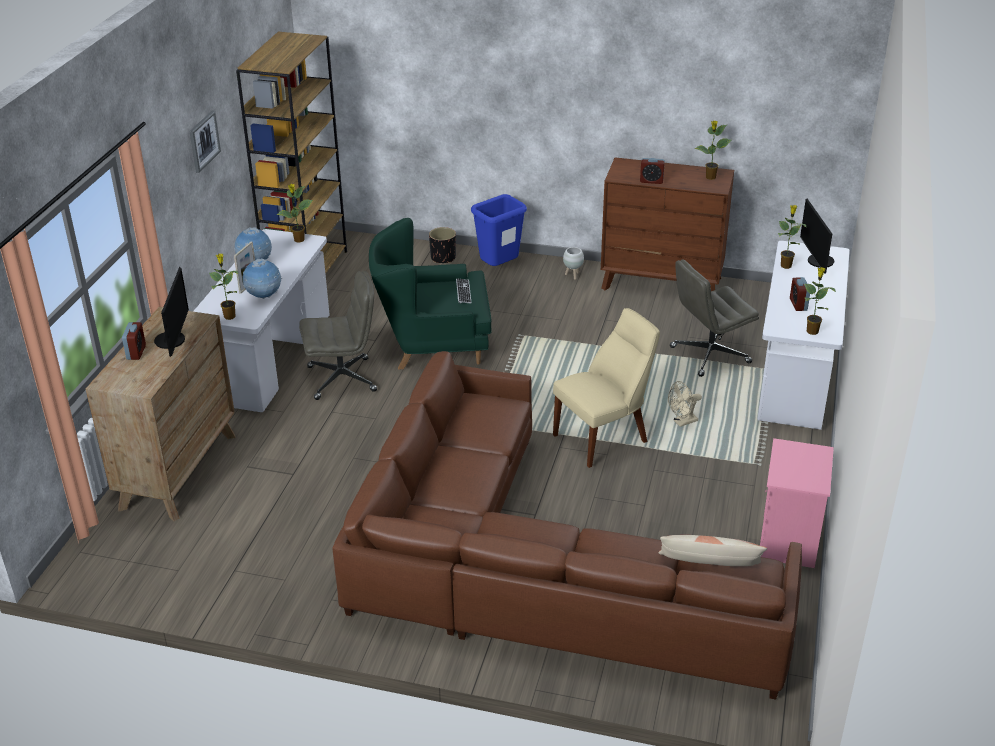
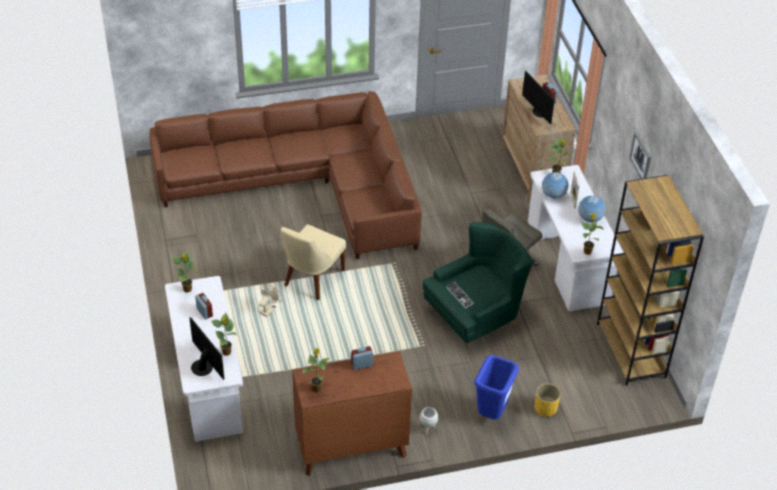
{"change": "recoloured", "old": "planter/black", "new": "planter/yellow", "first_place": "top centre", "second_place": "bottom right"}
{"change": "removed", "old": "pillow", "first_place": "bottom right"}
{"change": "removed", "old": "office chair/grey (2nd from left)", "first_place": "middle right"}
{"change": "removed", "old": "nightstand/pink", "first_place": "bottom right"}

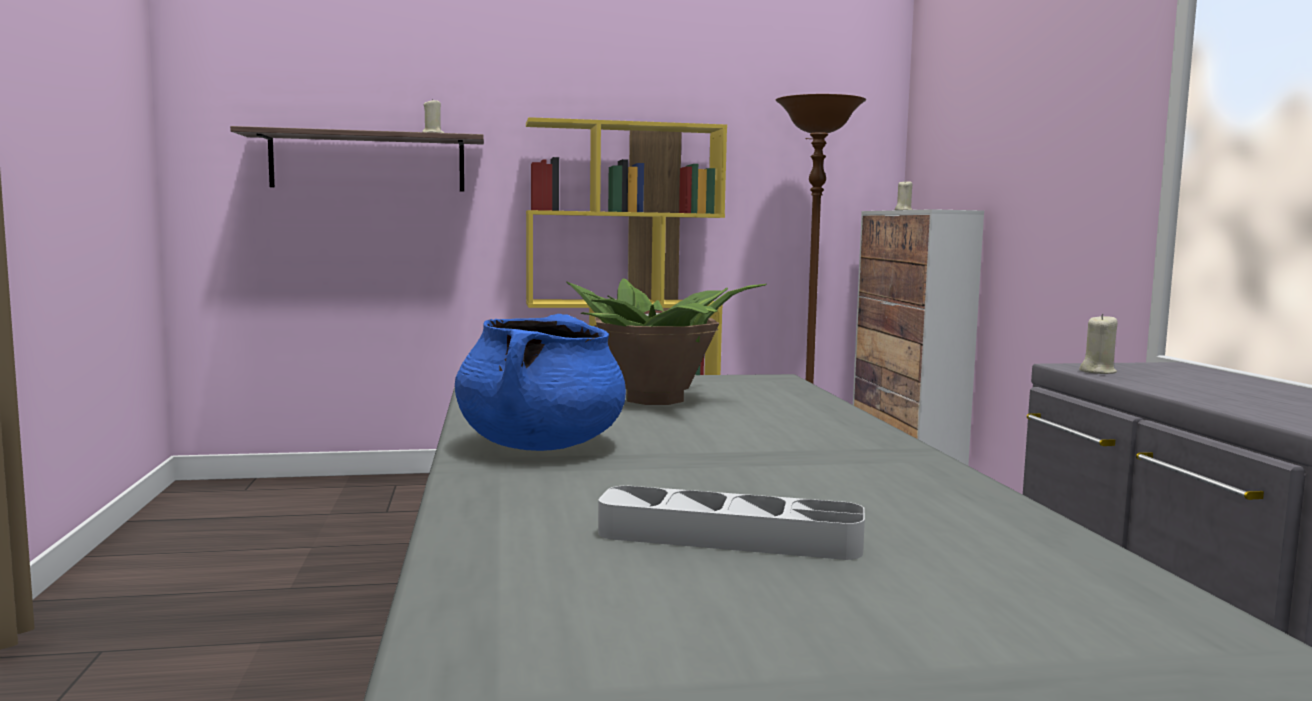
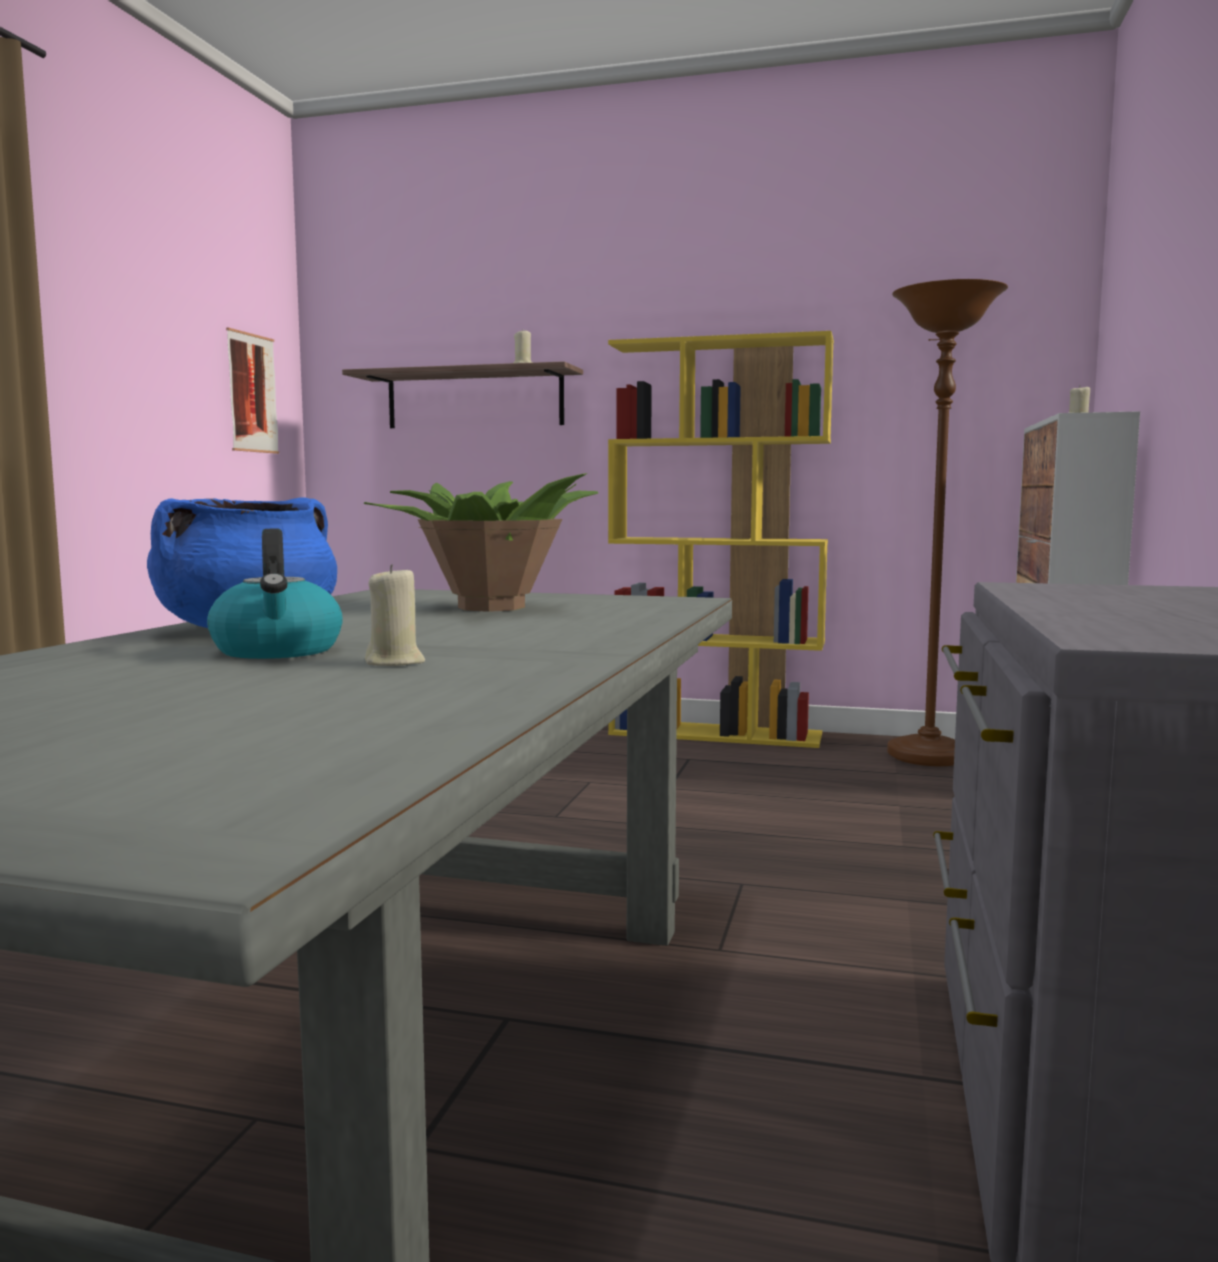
{"change": "removed", "old": "tray/grey", "first_place": "bottom centre"}
{"change": "moved", "old": "candle/beige (3rd from left in the first image)", "new": "candle/beige (1st from left)", "first_place": "middle right", "second_place": "middle left"}
{"change": "added", "new": "kettle", "second_place": "middle left"}
{"change": "added", "new": "picture", "second_place": "top left"}

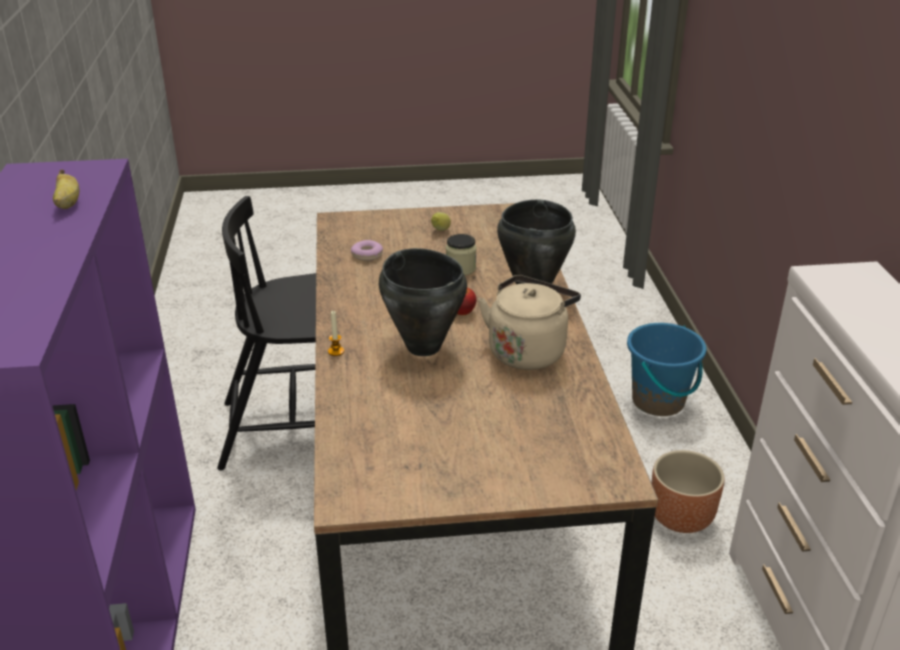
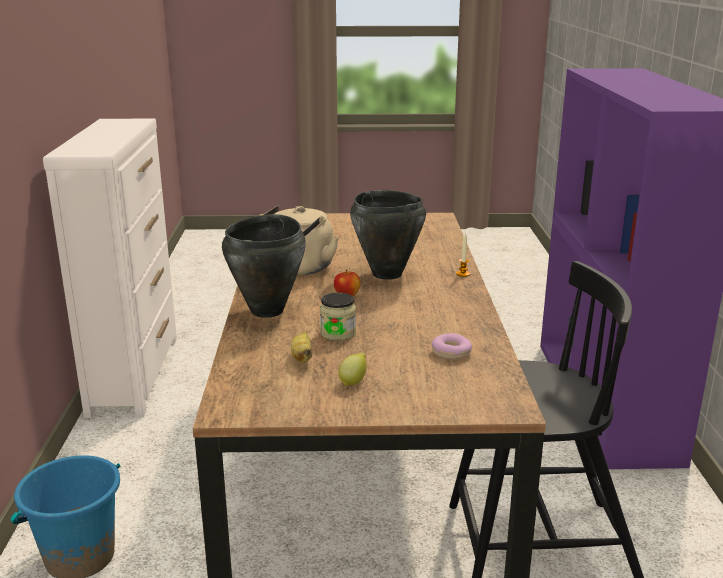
{"change": "moved", "old": "banana", "first_place": "top left", "second_place": "centre"}
{"change": "removed", "old": "planter/brown", "first_place": "bottom right"}

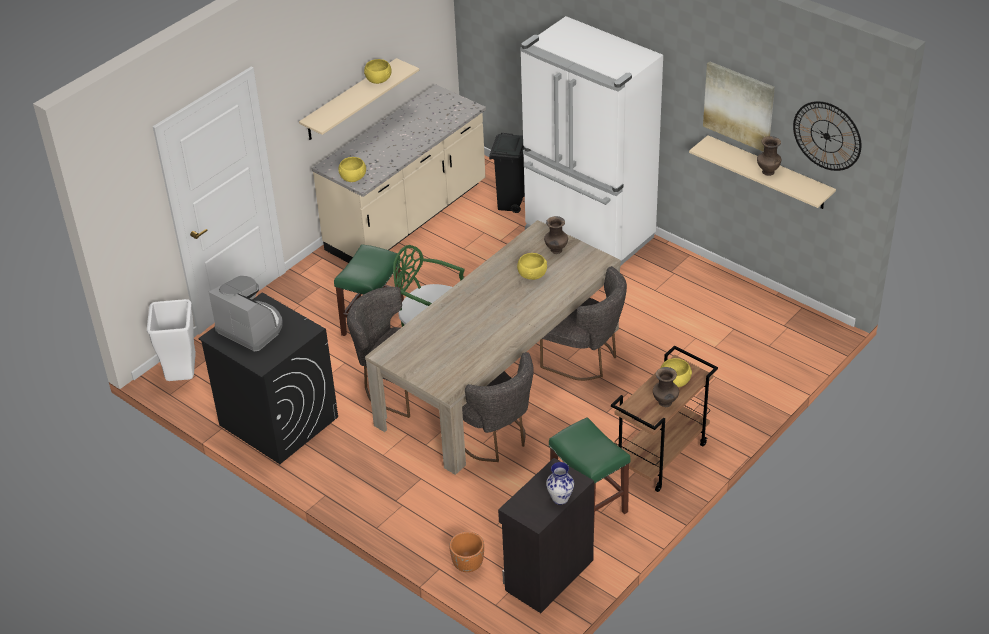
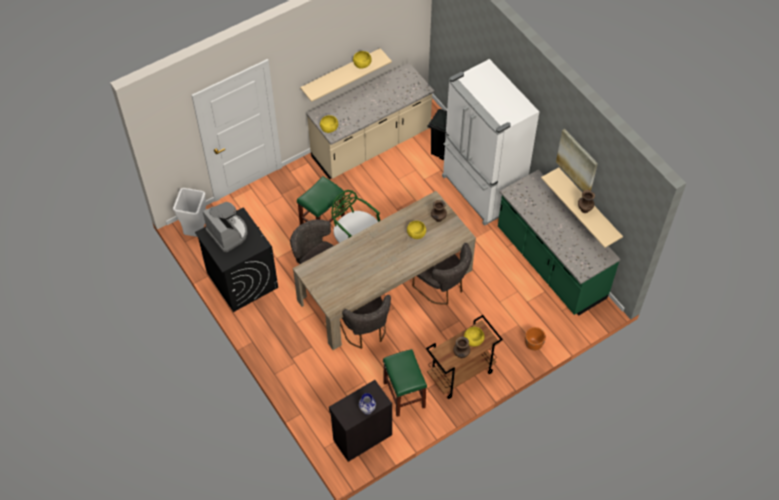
{"change": "moved", "old": "planter/orange", "first_place": "bottom centre", "second_place": "bottom right"}
{"change": "removed", "old": "wall clock", "first_place": "top right"}
{"change": "added", "new": "counter/green", "second_place": "middle right"}

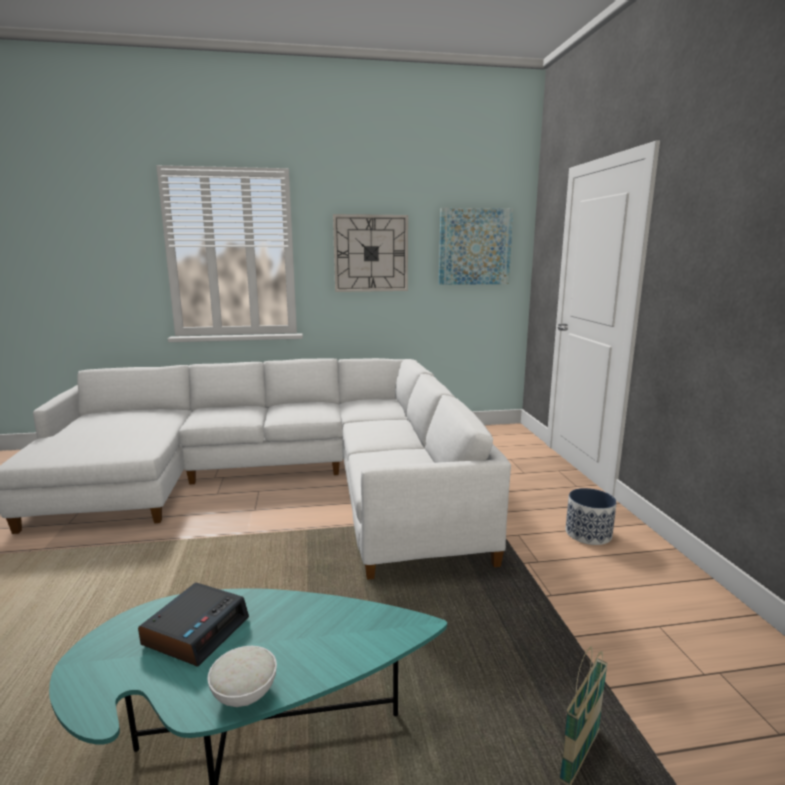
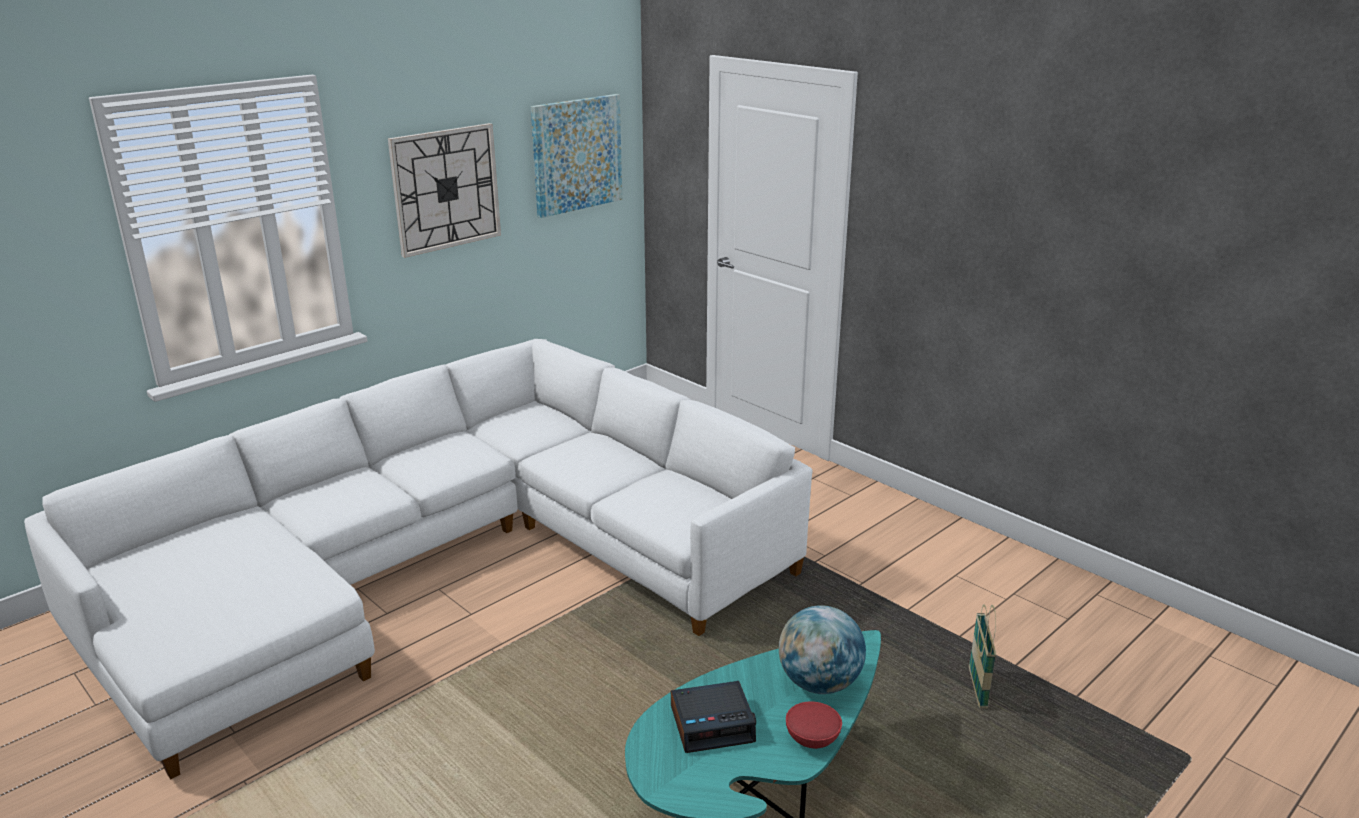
{"change": "turned", "old": "alarm clock", "first_place": "bottom left", "second_place": "bottom centre", "degrees": 90}
{"change": "recoloured", "old": "bowl/white", "new": "bowl/red", "first_place": "bottom left", "second_place": "bottom centre"}
{"change": "removed", "old": "planter", "first_place": "middle right"}
{"change": "added", "new": "globe", "second_place": "bottom centre"}

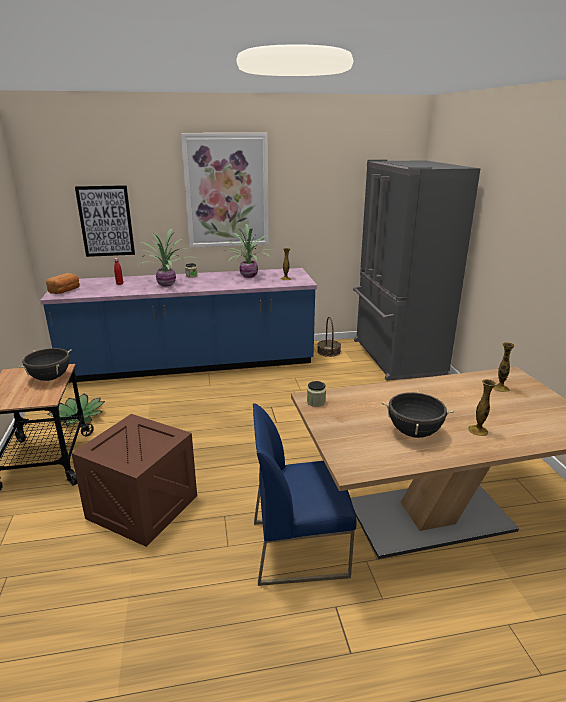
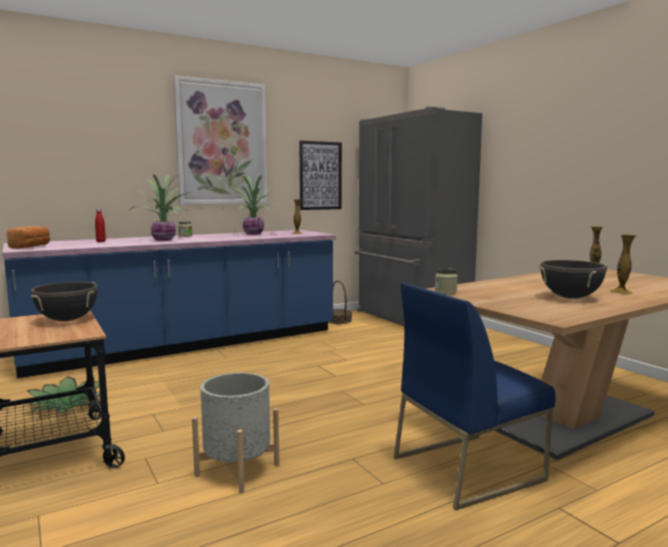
{"change": "replaced", "old": "crate", "new": "planter/grey", "first_place": "bottom left", "second_place": "bottom centre"}
{"change": "moved", "old": "picture (1st from left in the first image)", "new": "picture (2nd from left)", "first_place": "top left", "second_place": "top centre"}

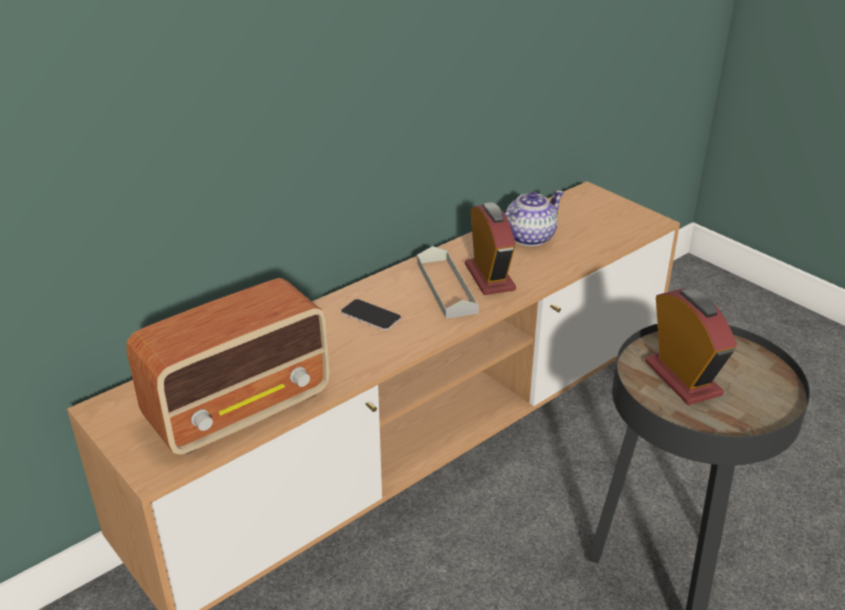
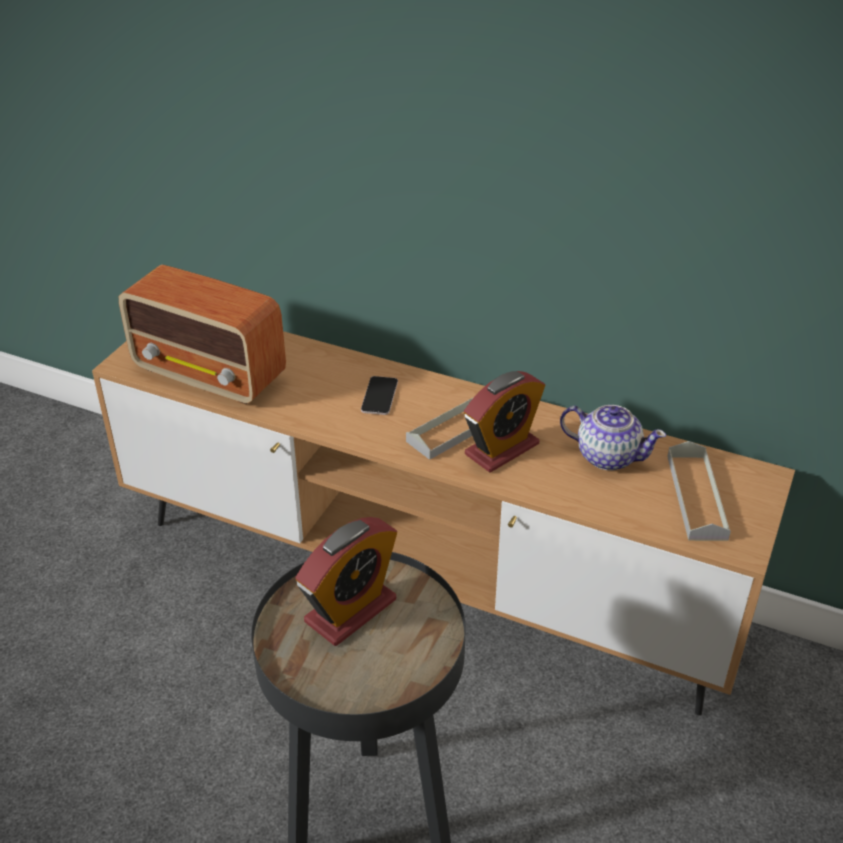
{"change": "added", "new": "tray/grey (2nd from left)", "second_place": "middle right"}

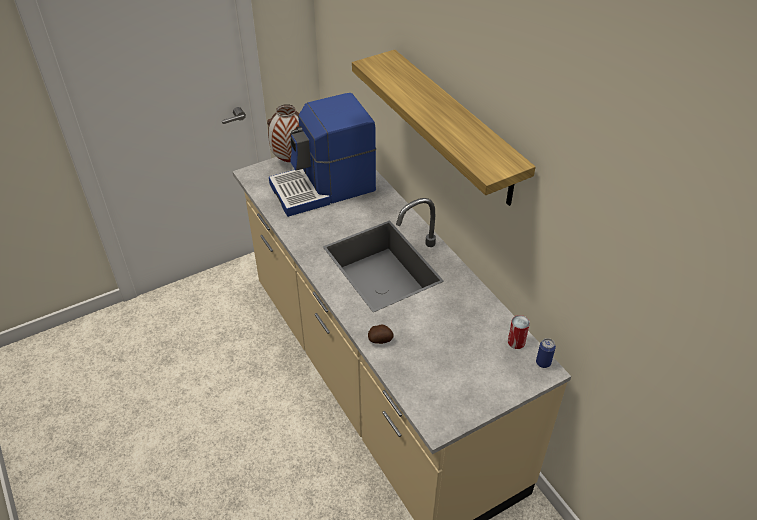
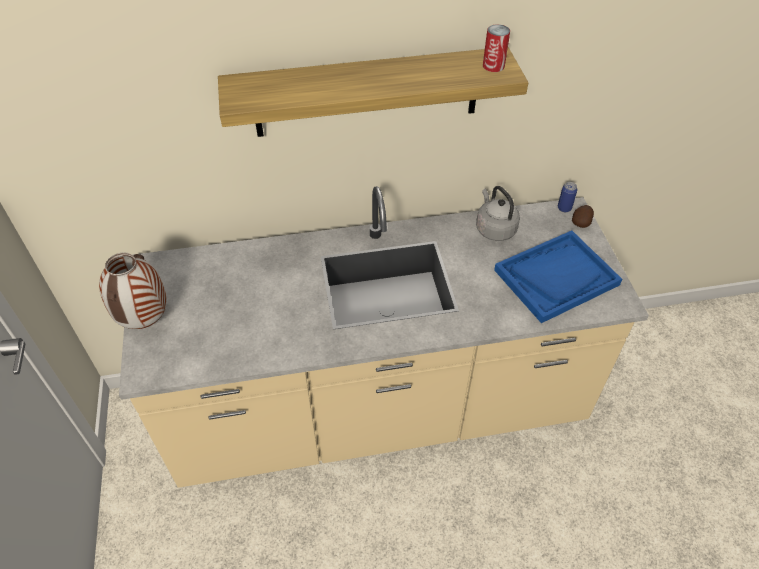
{"change": "removed", "old": "coffee machine", "first_place": "top centre"}
{"change": "moved", "old": "potato", "first_place": "centre", "second_place": "middle right"}
{"change": "moved", "old": "can (1st from left)", "first_place": "middle right", "second_place": "top centre"}
{"change": "added", "new": "kettle/grey", "second_place": "centre"}
{"change": "added", "new": "tray/blue", "second_place": "middle right"}

